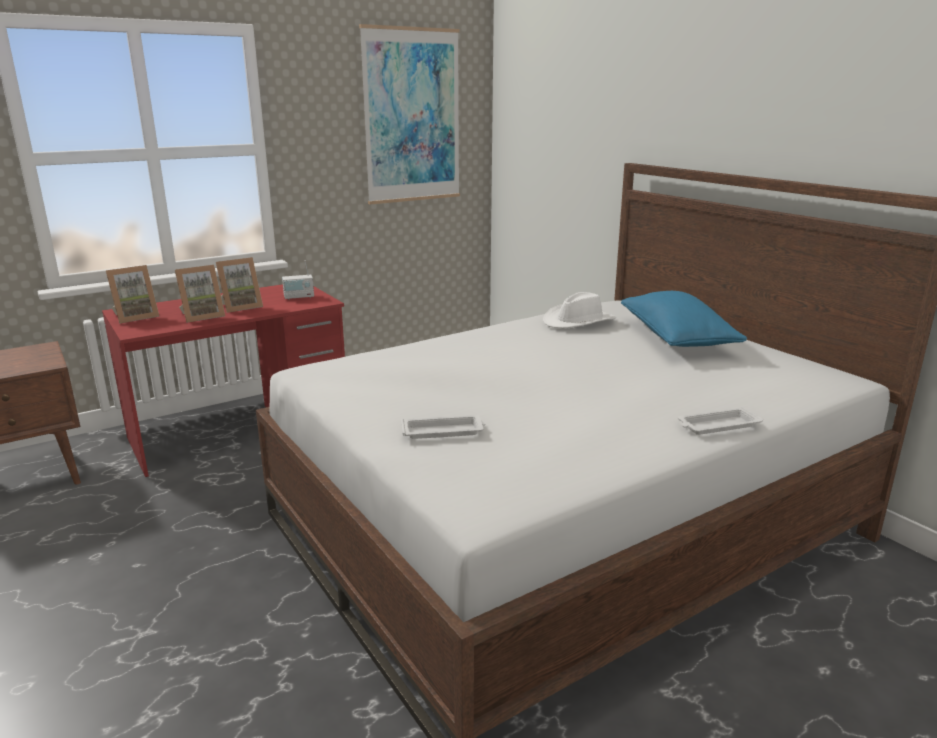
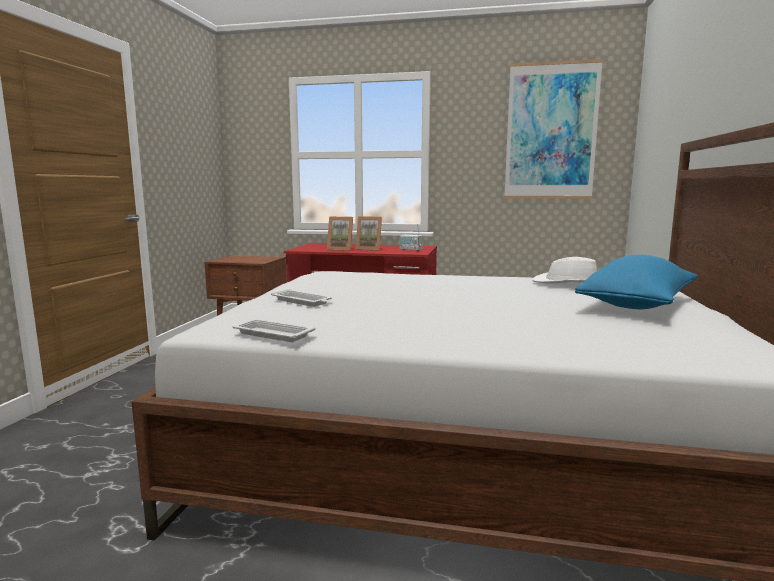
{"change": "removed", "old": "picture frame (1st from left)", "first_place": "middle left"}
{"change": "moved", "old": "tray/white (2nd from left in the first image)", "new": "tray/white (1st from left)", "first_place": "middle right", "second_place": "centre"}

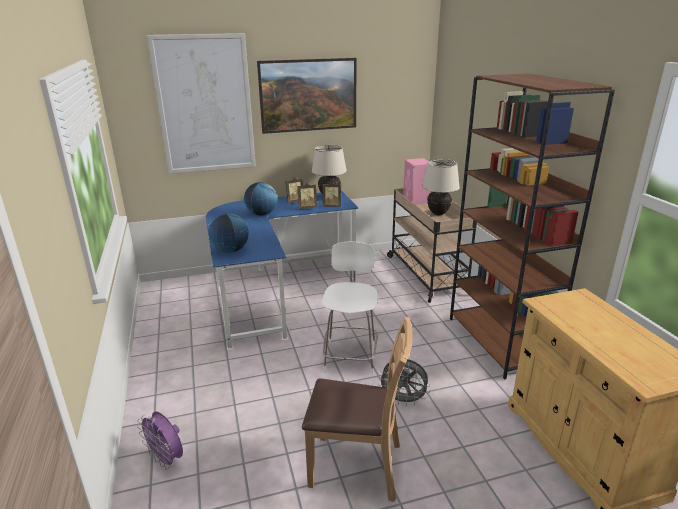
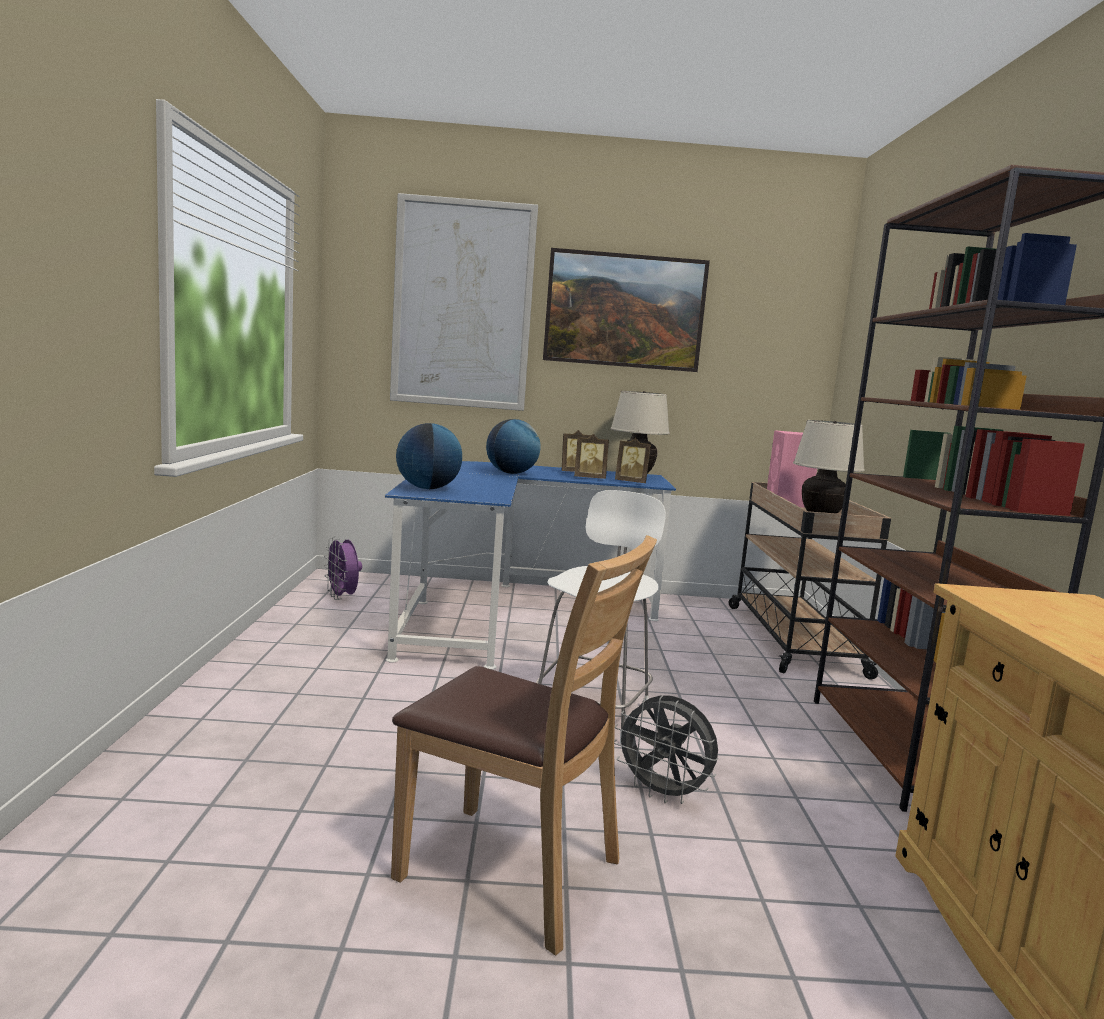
{"change": "moved", "old": "fan/purple", "first_place": "bottom left", "second_place": "middle left"}

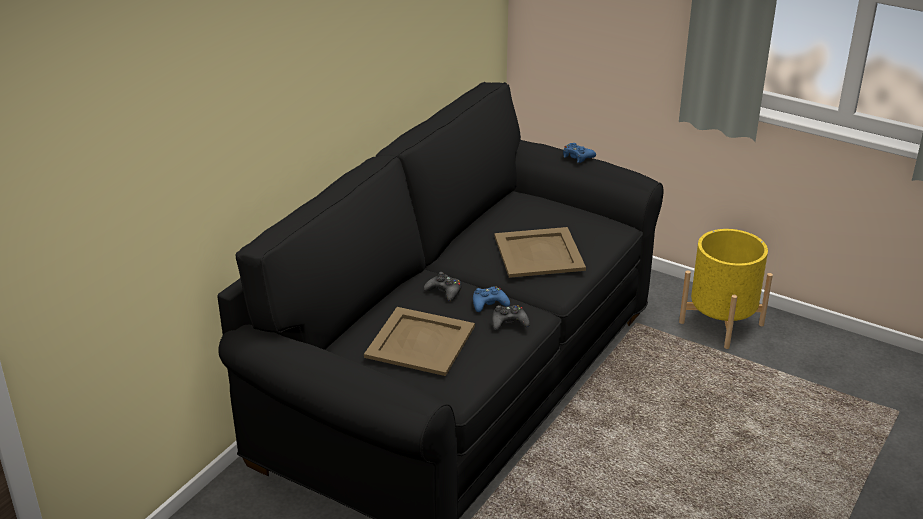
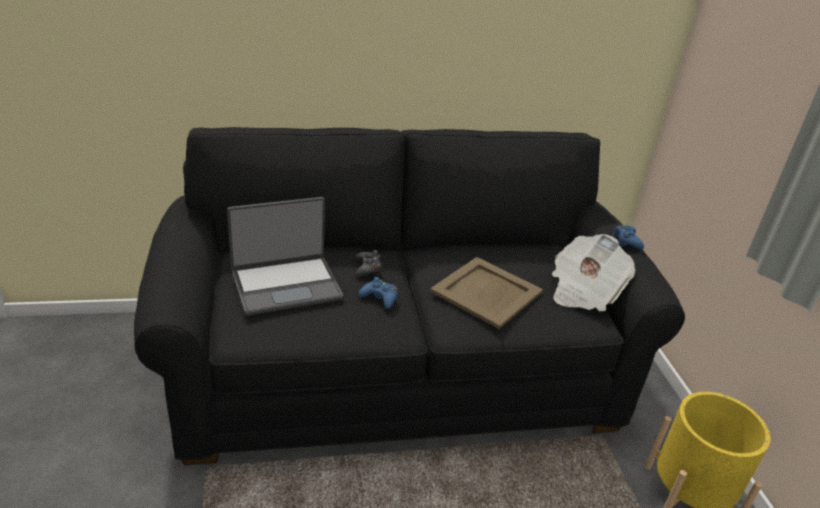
{"change": "replaced", "old": "tray/beige (1st from left)", "new": "laptop", "first_place": "centre", "second_place": "centre"}
{"change": "removed", "old": "game controller/black (2nd from left)", "first_place": "centre"}
{"change": "added", "new": "newspaper", "second_place": "middle right"}

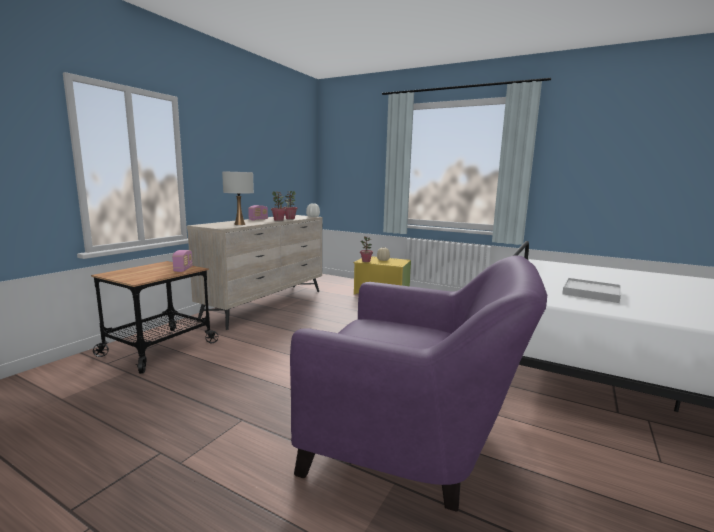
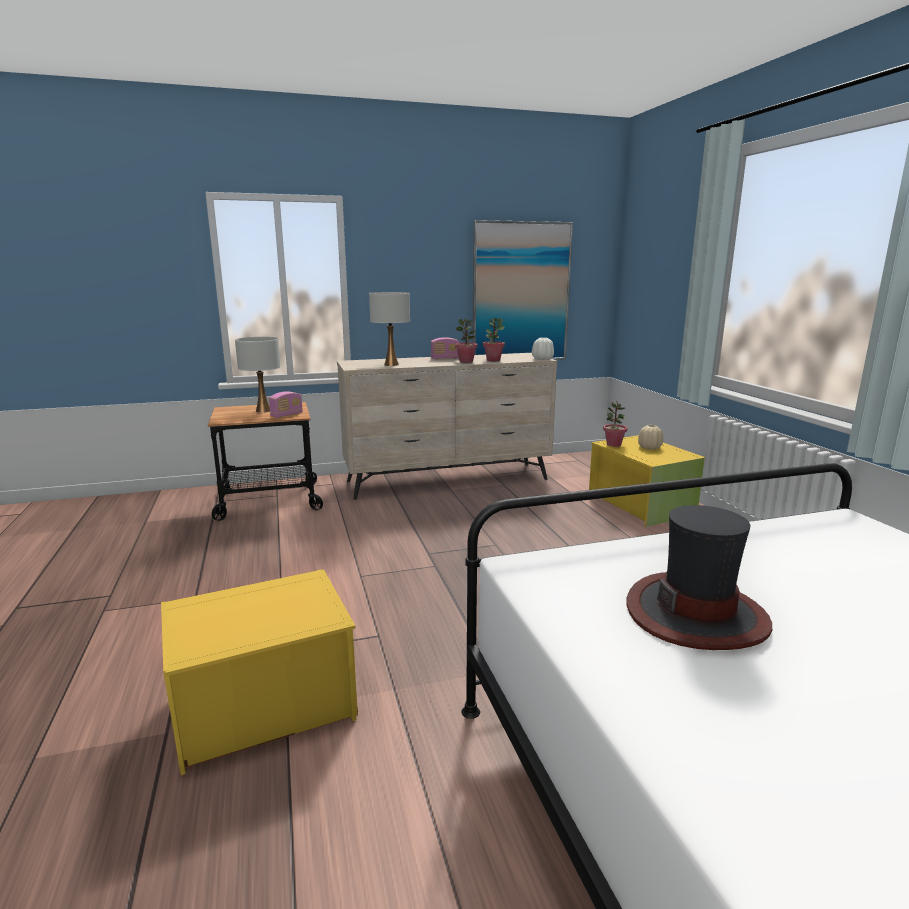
{"change": "replaced", "old": "armchair/purple", "new": "storage box/yellow (1st from left)", "first_place": "bottom centre", "second_place": "bottom left"}
{"change": "replaced", "old": "tray/white", "new": "hat", "first_place": "middle right", "second_place": "middle right"}
{"change": "added", "new": "table lamp/white (1st from left)", "second_place": "middle left"}
{"change": "added", "new": "picture", "second_place": "top centre"}

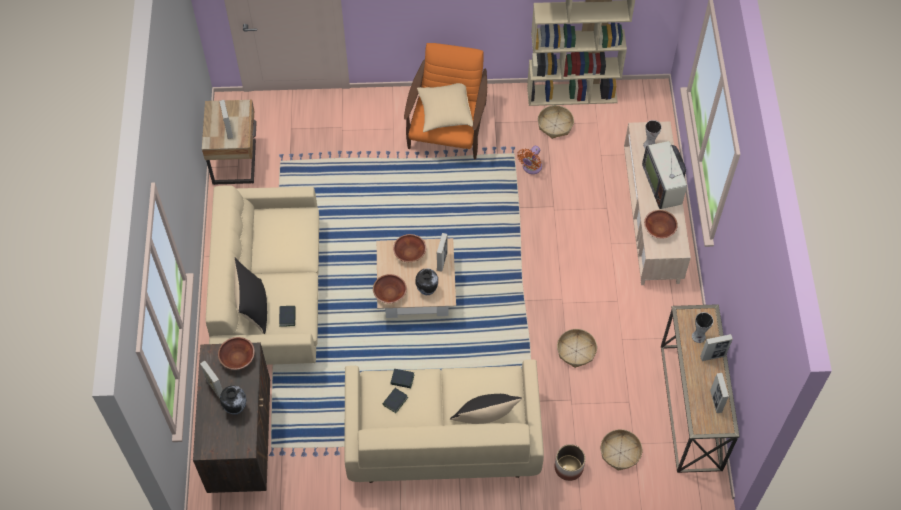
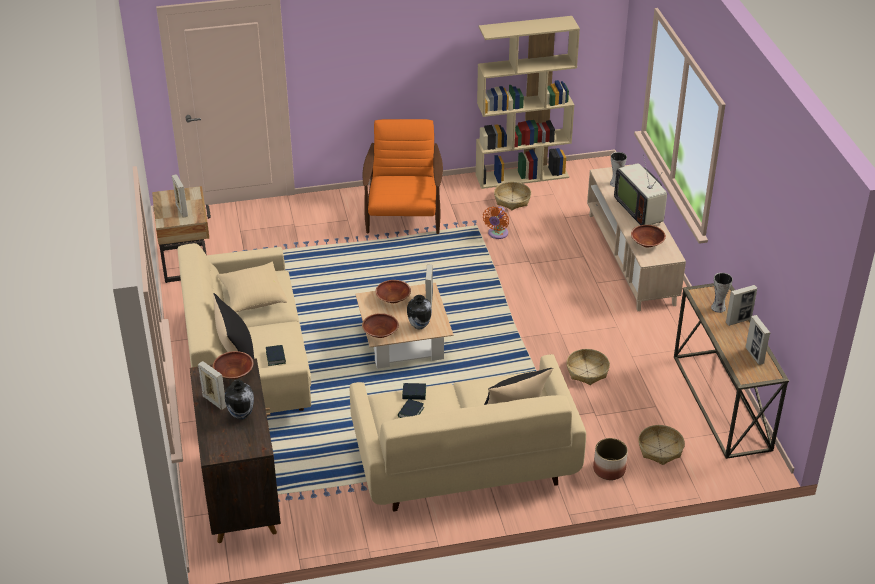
{"change": "moved", "old": "pillow/beige", "first_place": "top centre", "second_place": "middle left"}

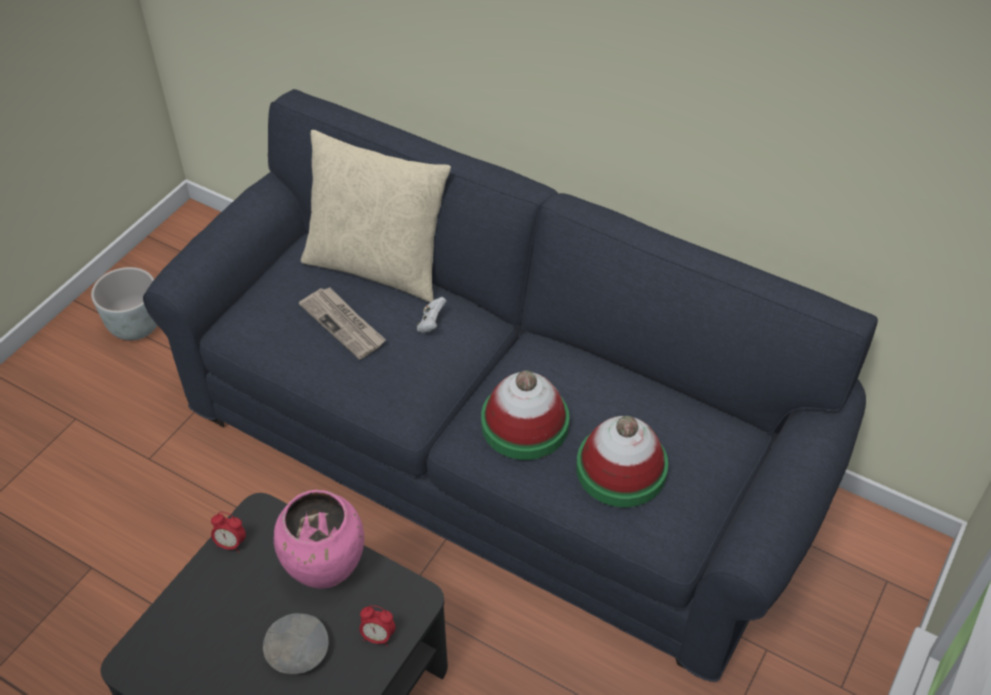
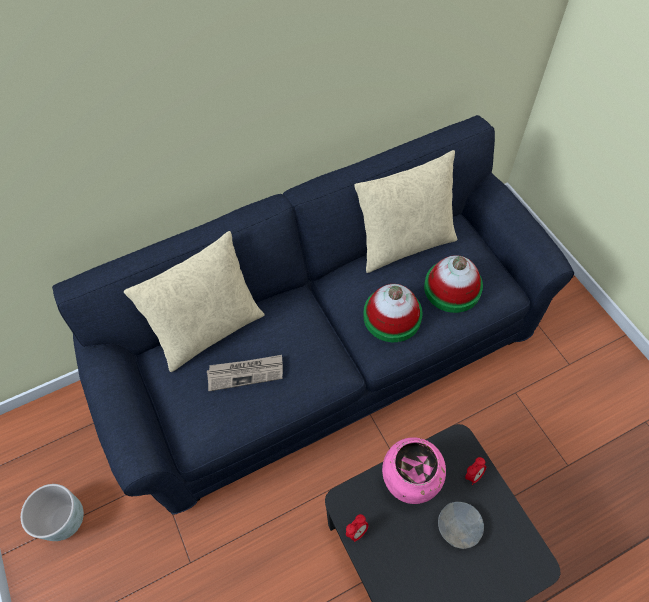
{"change": "removed", "old": "game controller/white", "first_place": "centre"}
{"change": "added", "new": "pillow/beige (2nd from left)", "second_place": "centre"}

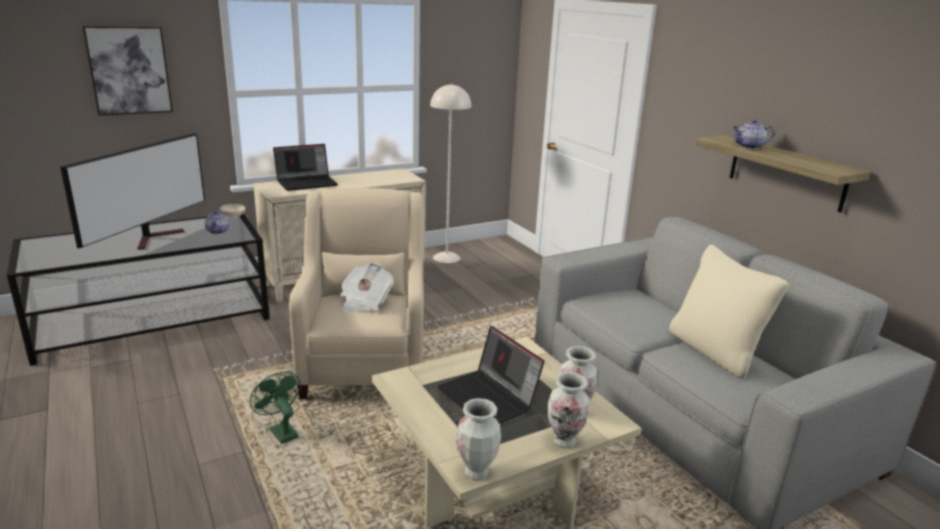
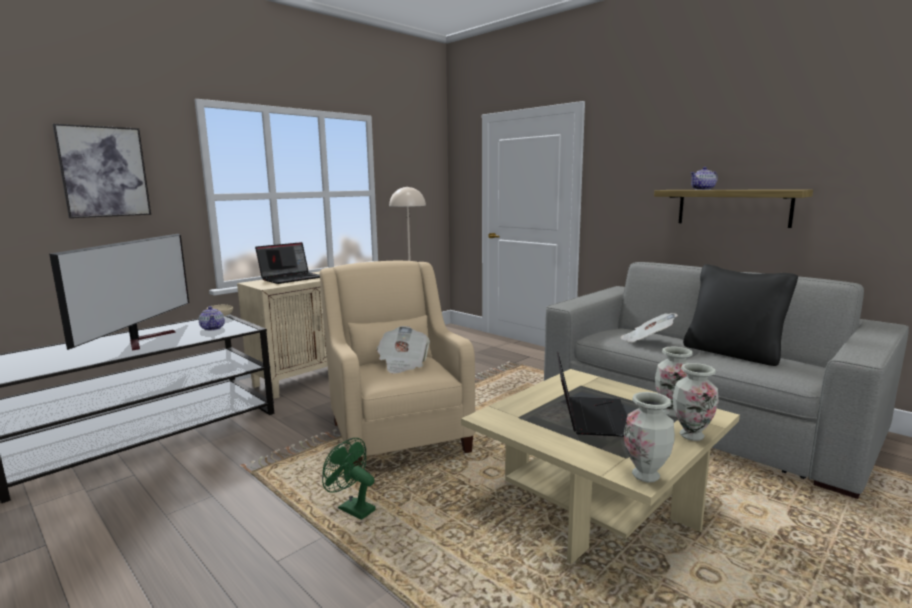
{"change": "turned", "old": "laptop (2nd from left)", "first_place": "bottom centre", "second_place": "centre", "degrees": -120}
{"change": "recoloured", "old": "pillow/beige", "new": "pillow/black", "first_place": "middle right", "second_place": "middle right"}
{"change": "added", "new": "newspaper (2nd from left)", "second_place": "middle right"}

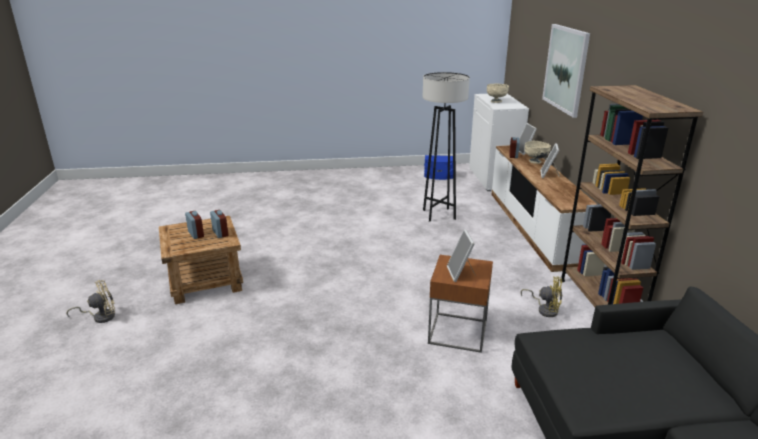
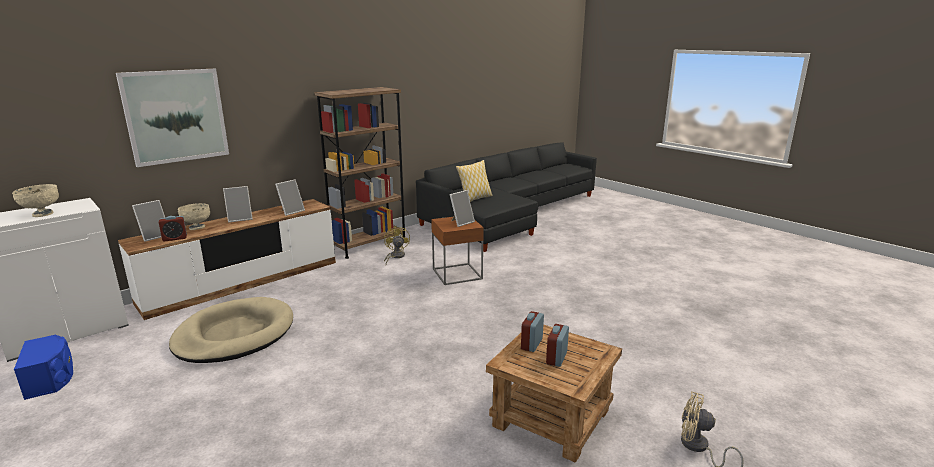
{"change": "replaced", "old": "floor lamp/grey", "new": "dog bed/beige", "first_place": "centre", "second_place": "bottom left"}
{"change": "added", "new": "picture frame (3rd from left)", "second_place": "middle left"}
{"change": "added", "new": "pillow", "second_place": "centre"}

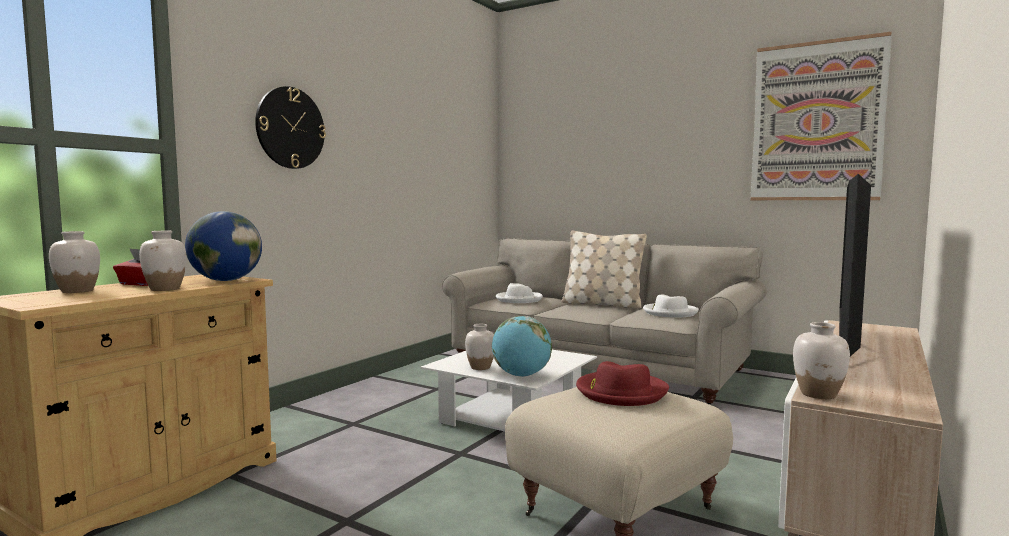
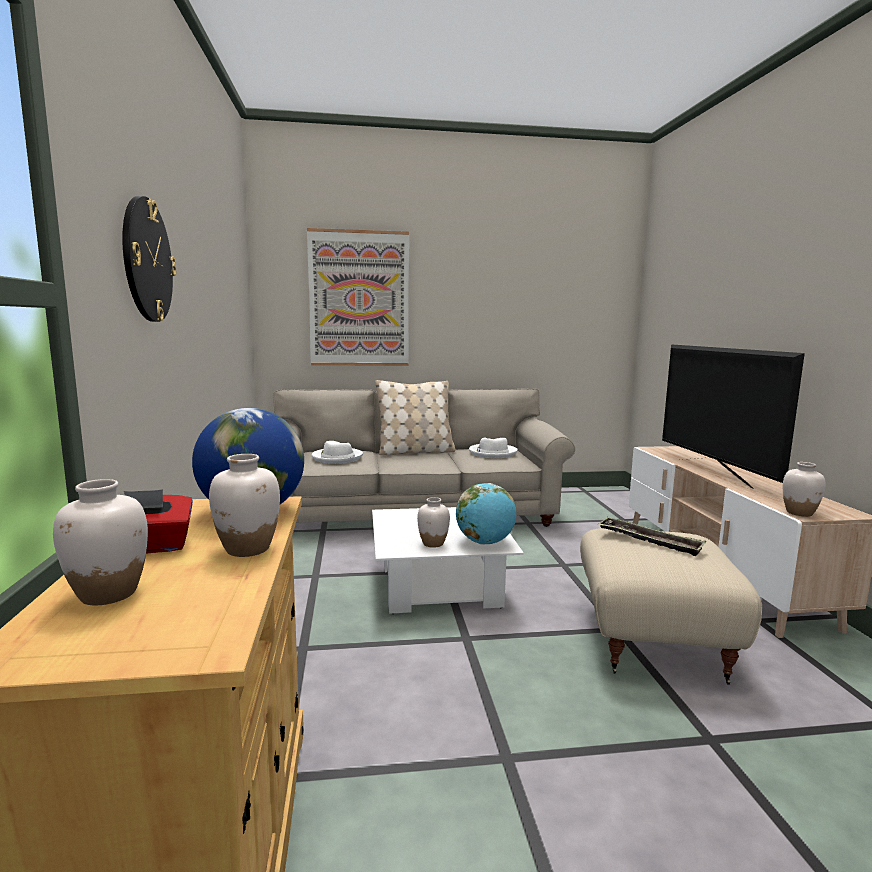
{"change": "replaced", "old": "hat/red", "new": "tray", "first_place": "bottom centre", "second_place": "middle right"}
{"change": "moved", "old": "picture", "first_place": "top right", "second_place": "centre"}

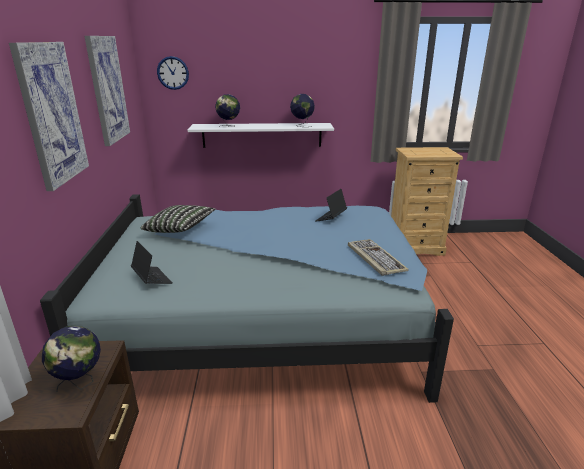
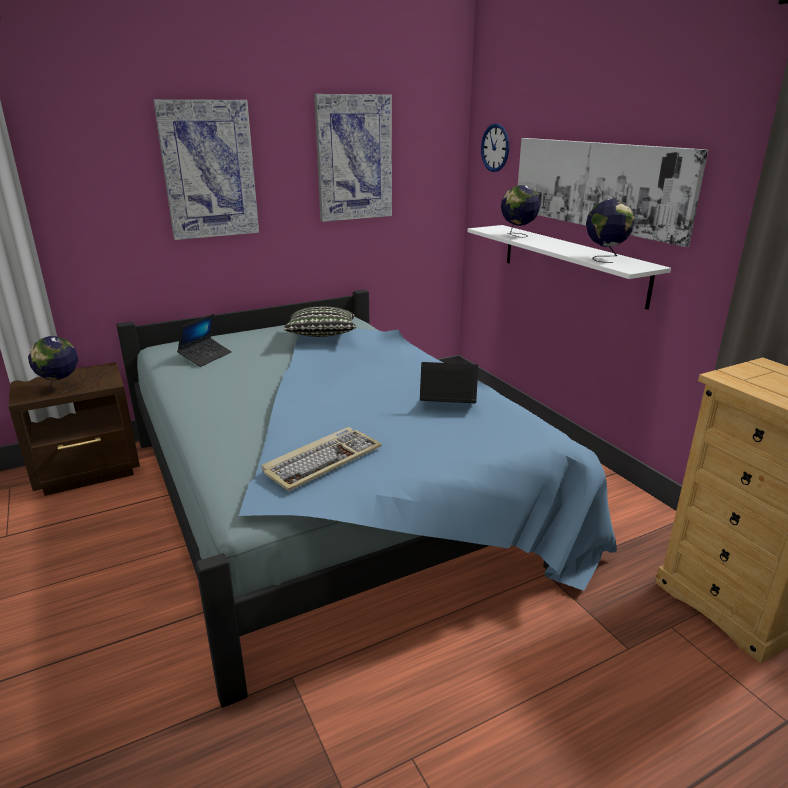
{"change": "added", "new": "picture (3rd from left)", "second_place": "top right"}

